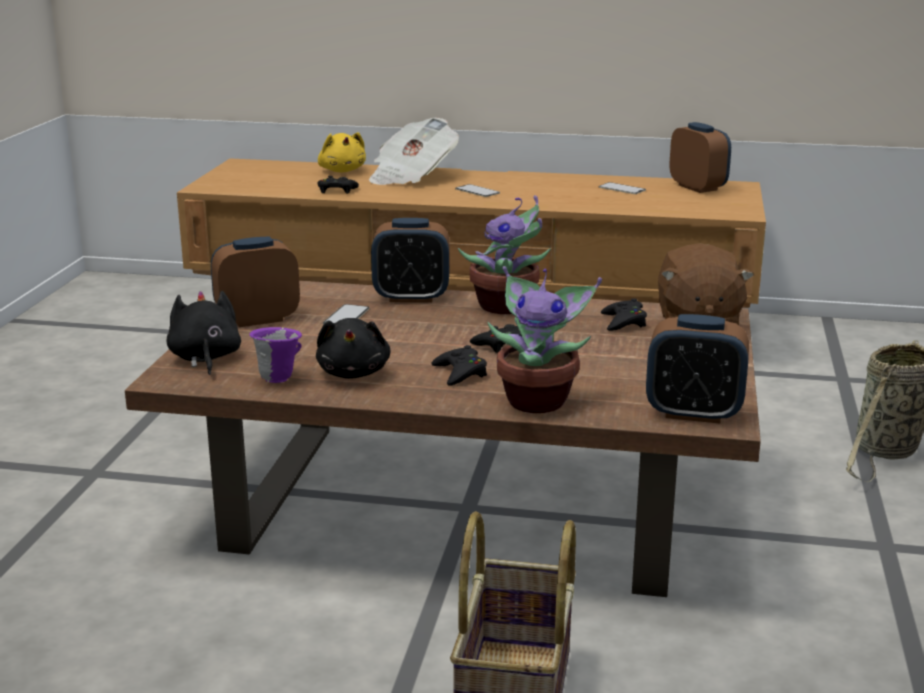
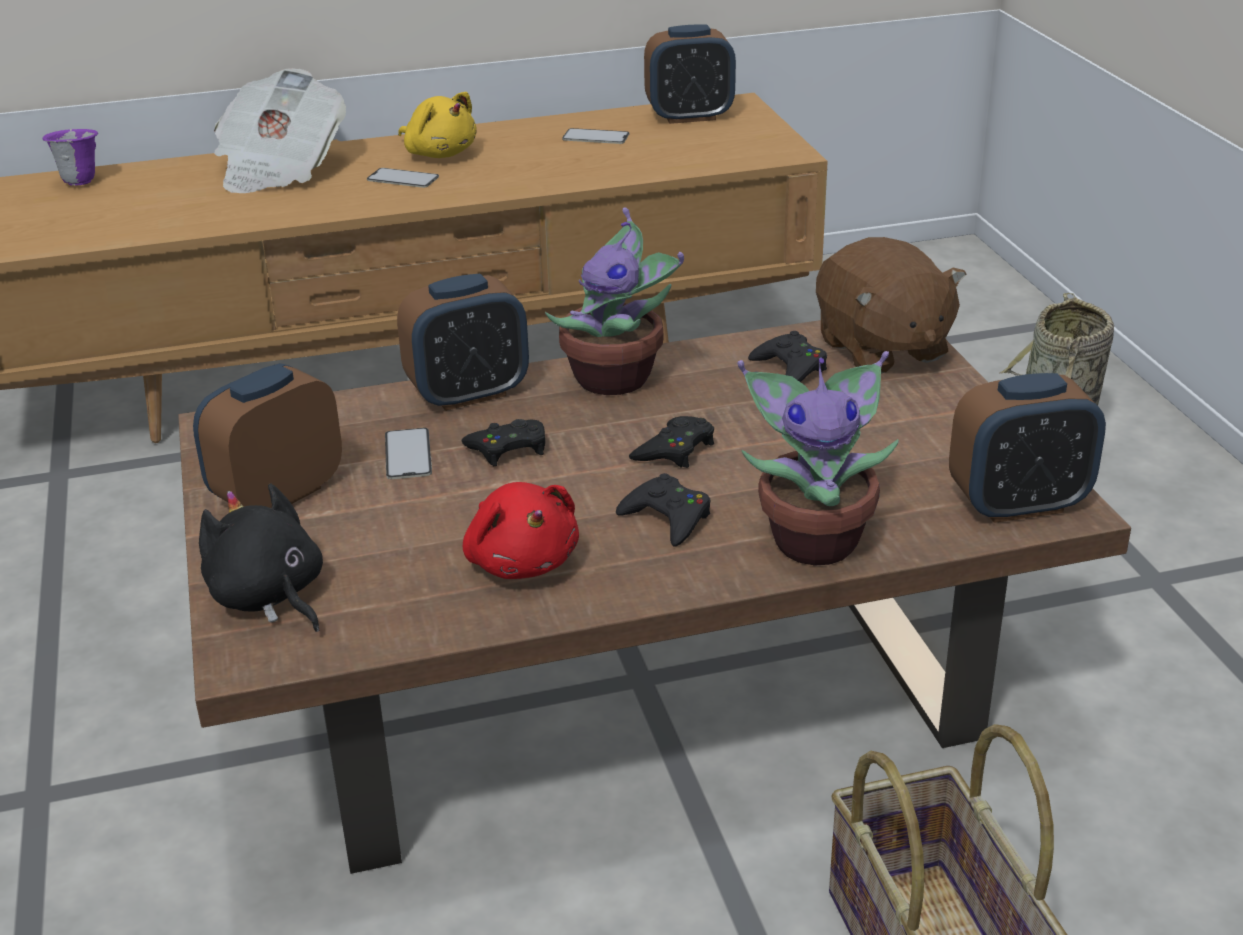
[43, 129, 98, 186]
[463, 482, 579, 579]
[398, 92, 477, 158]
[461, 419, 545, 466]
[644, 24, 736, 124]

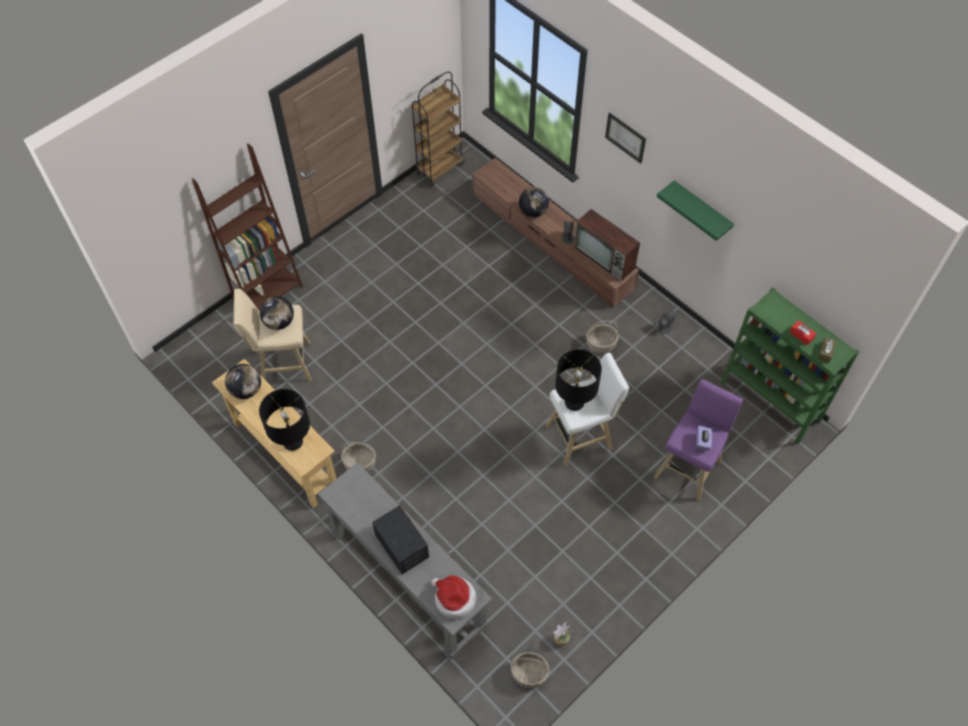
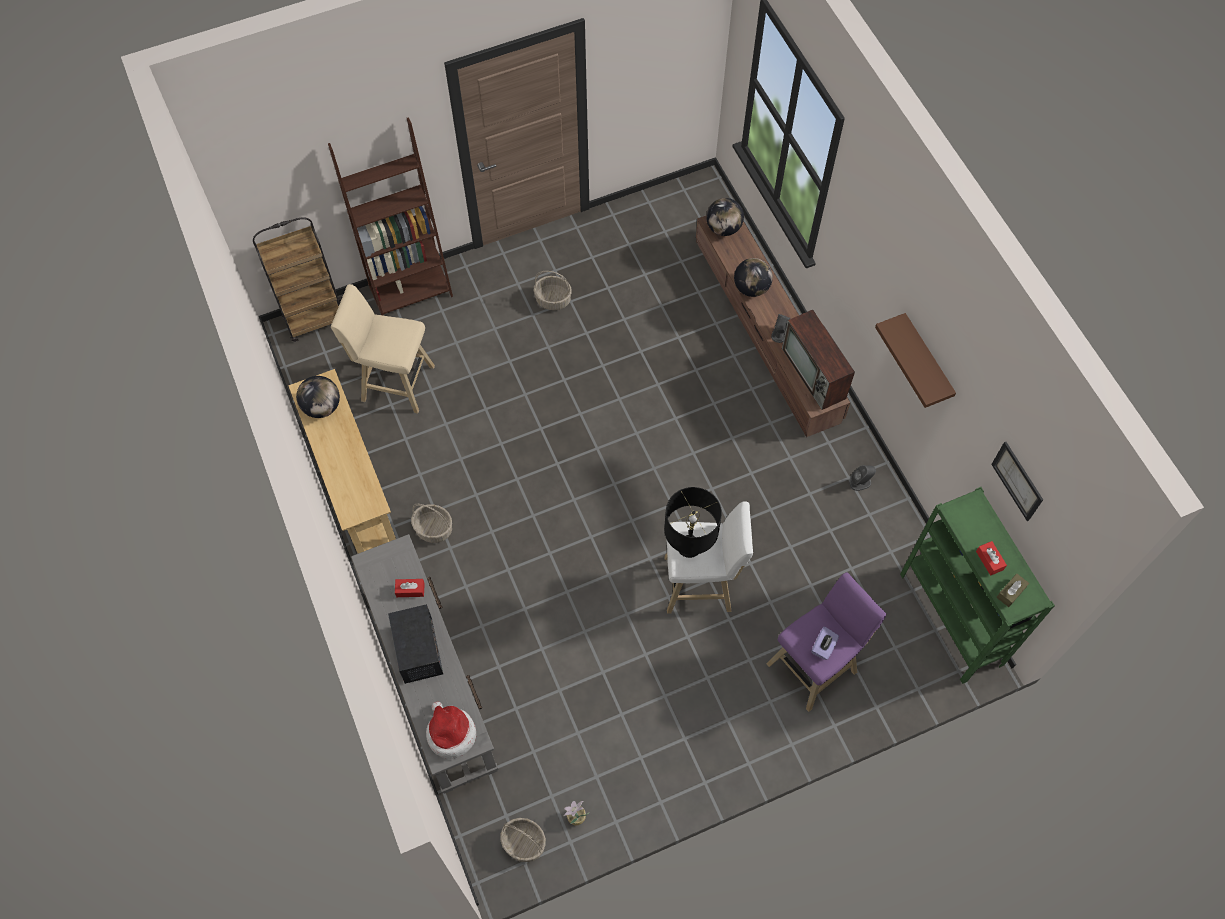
[259, 389, 310, 451] (first image)
[706, 198, 744, 236]
[253, 217, 342, 342]
[534, 271, 572, 310]
[991, 442, 1043, 521]
[875, 313, 956, 408]
[395, 579, 425, 597]

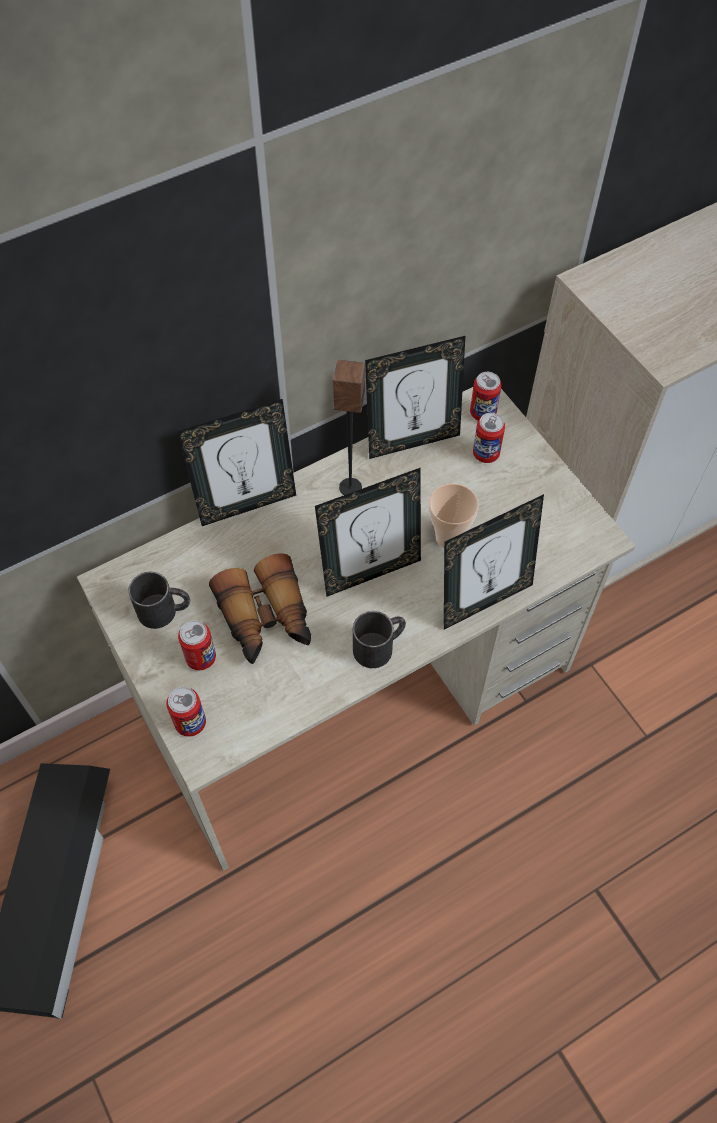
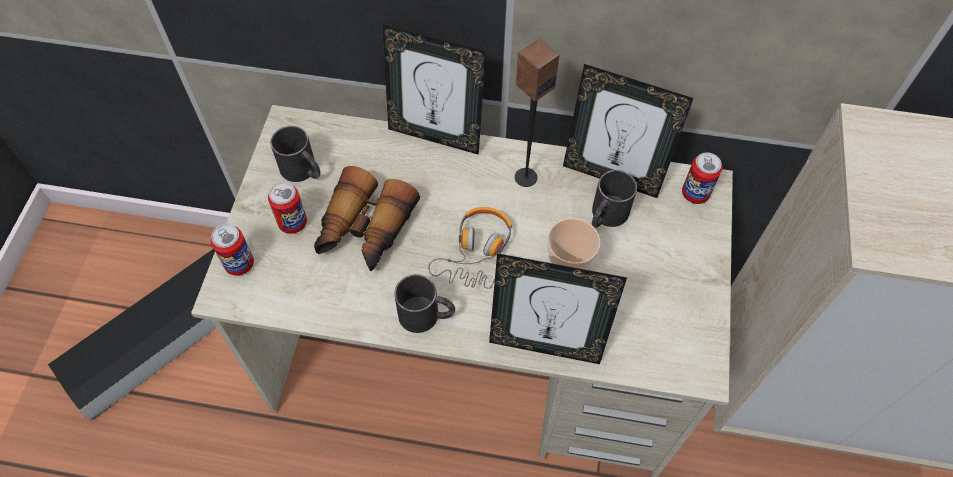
[429, 207, 512, 289]
[473, 413, 505, 463] (first image)
[592, 170, 637, 228]

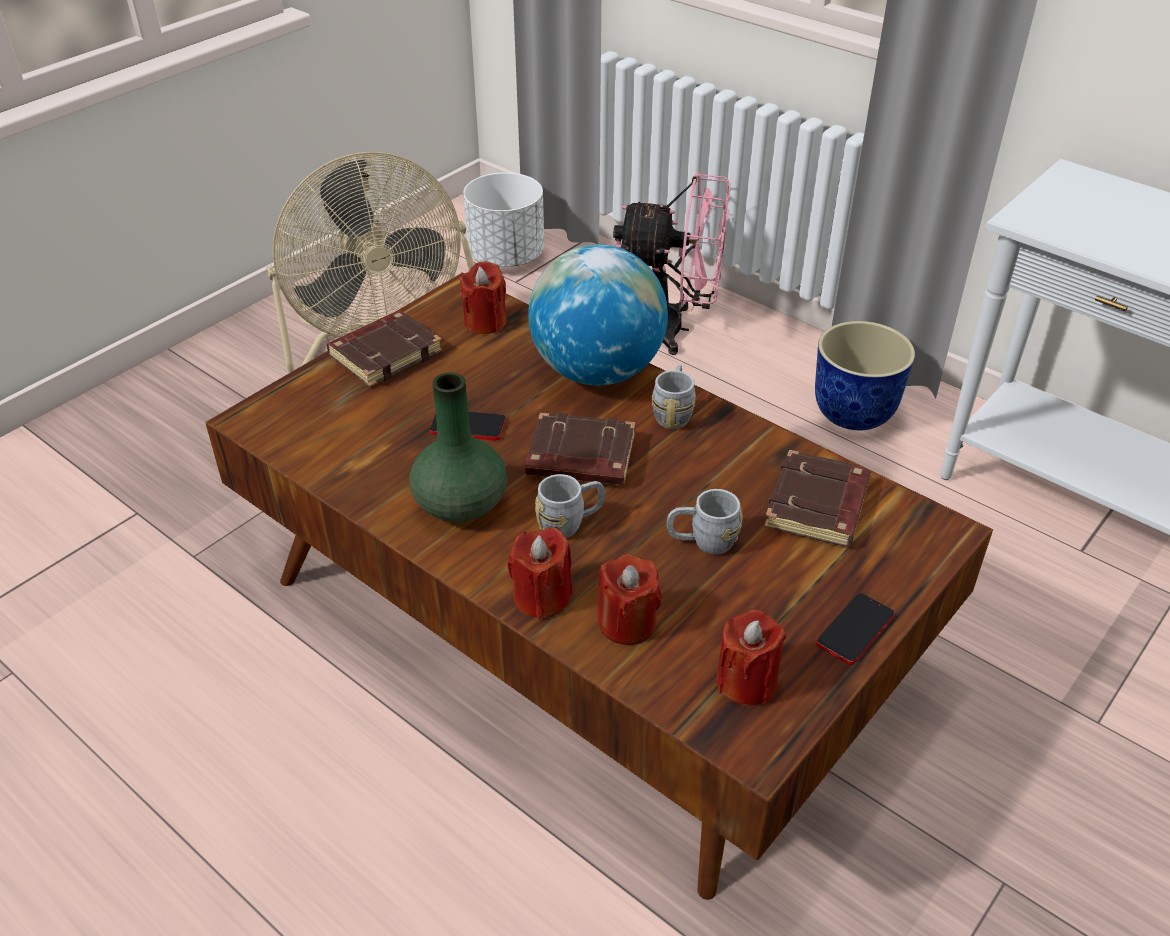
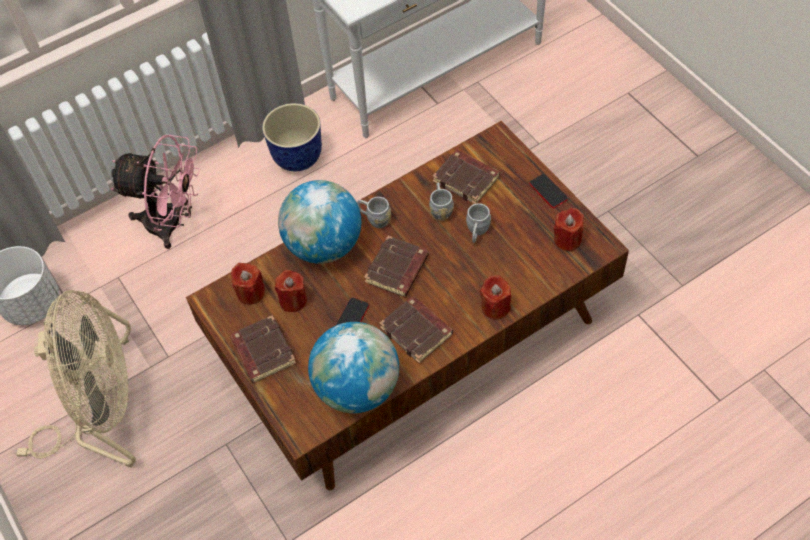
[379, 296, 453, 363]
[429, 183, 454, 221]
[275, 270, 307, 312]
[111, 134, 201, 249]
[308, 322, 399, 413]

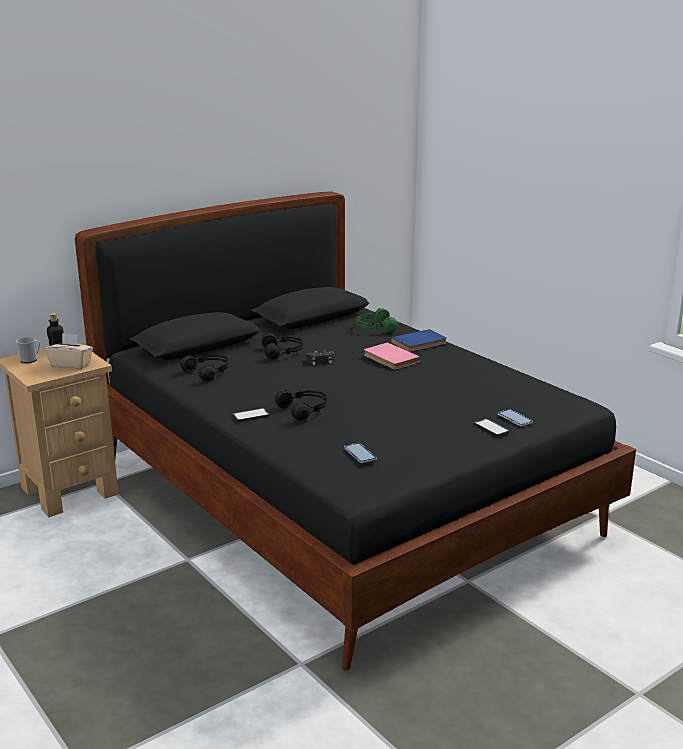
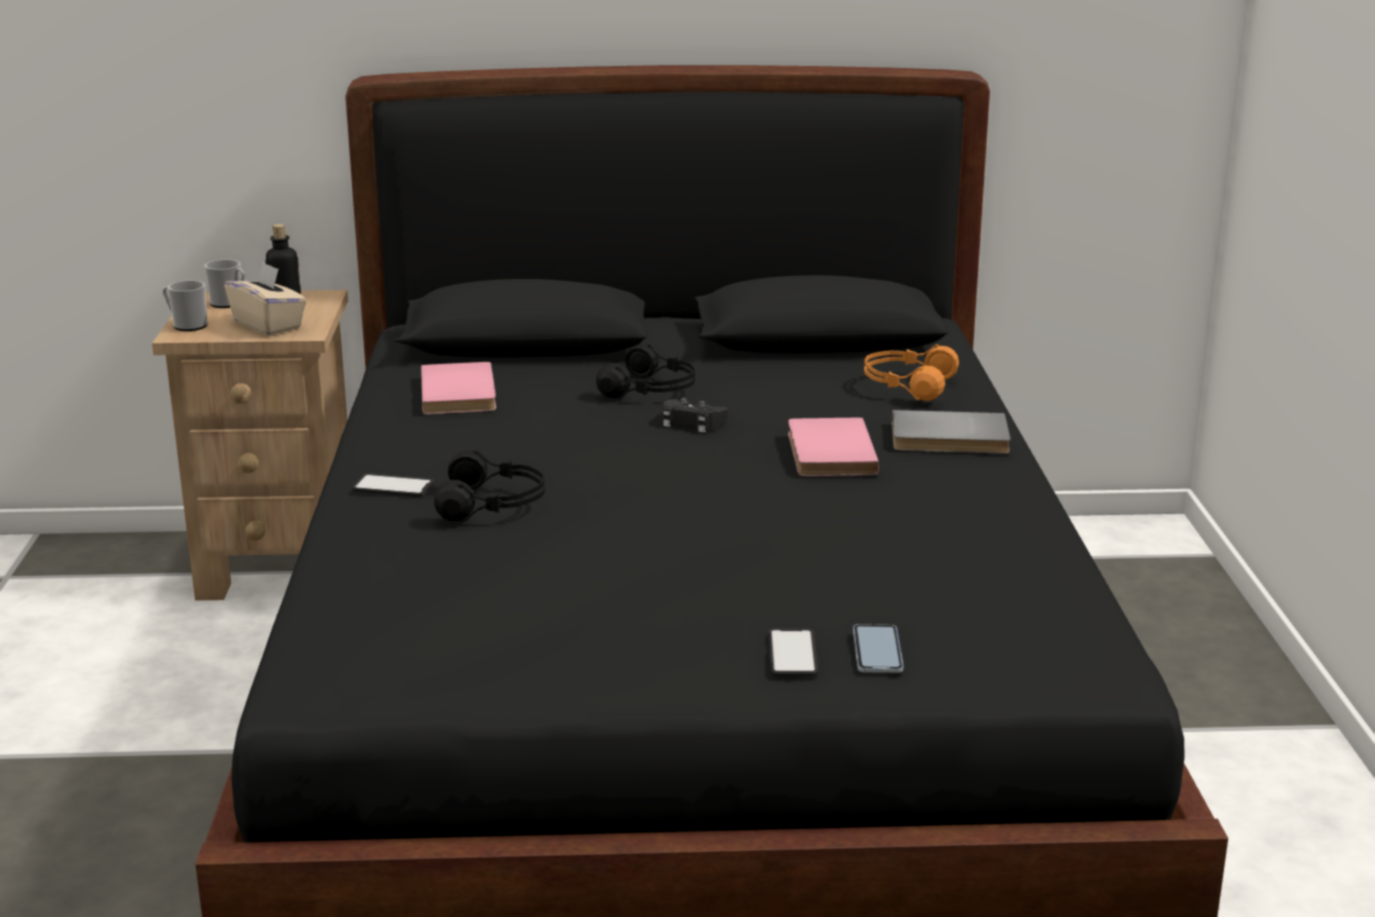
[421, 362, 496, 414]
[344, 443, 377, 463] (first image)
[864, 344, 959, 401]
[892, 410, 1011, 454]
[162, 280, 208, 331]

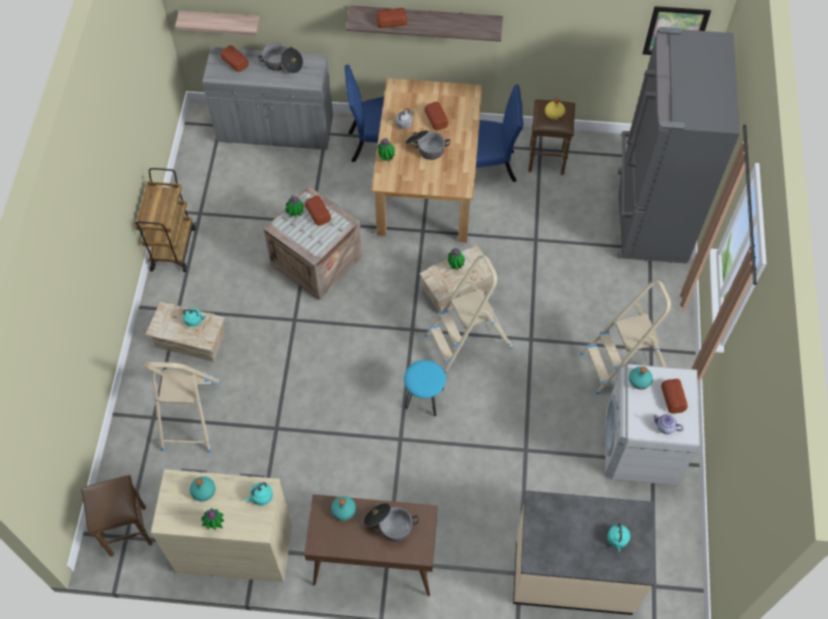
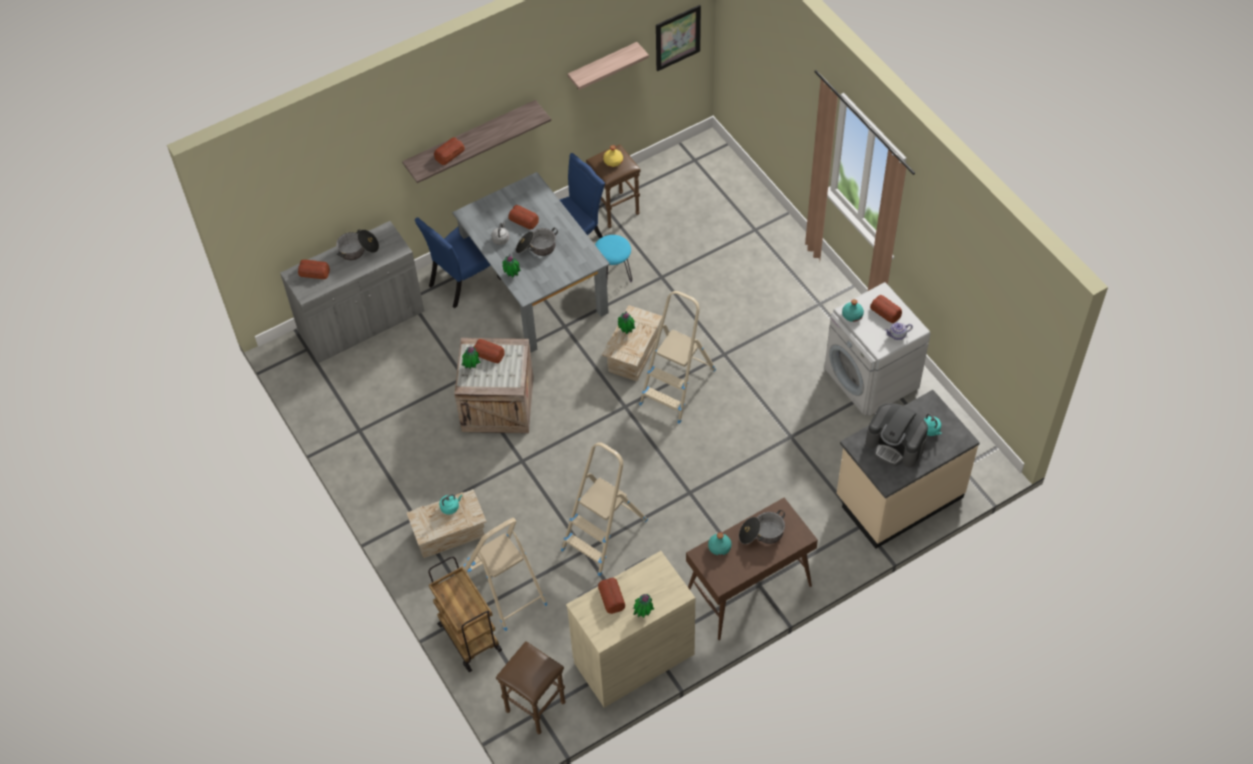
[428, 557, 502, 672]
[568, 42, 649, 90]
[598, 578, 625, 614]
[244, 482, 273, 506] (first image)
[452, 172, 610, 353]
[595, 235, 632, 290]
[561, 442, 648, 576]
[617, 27, 740, 264] (first image)
[866, 403, 928, 468]

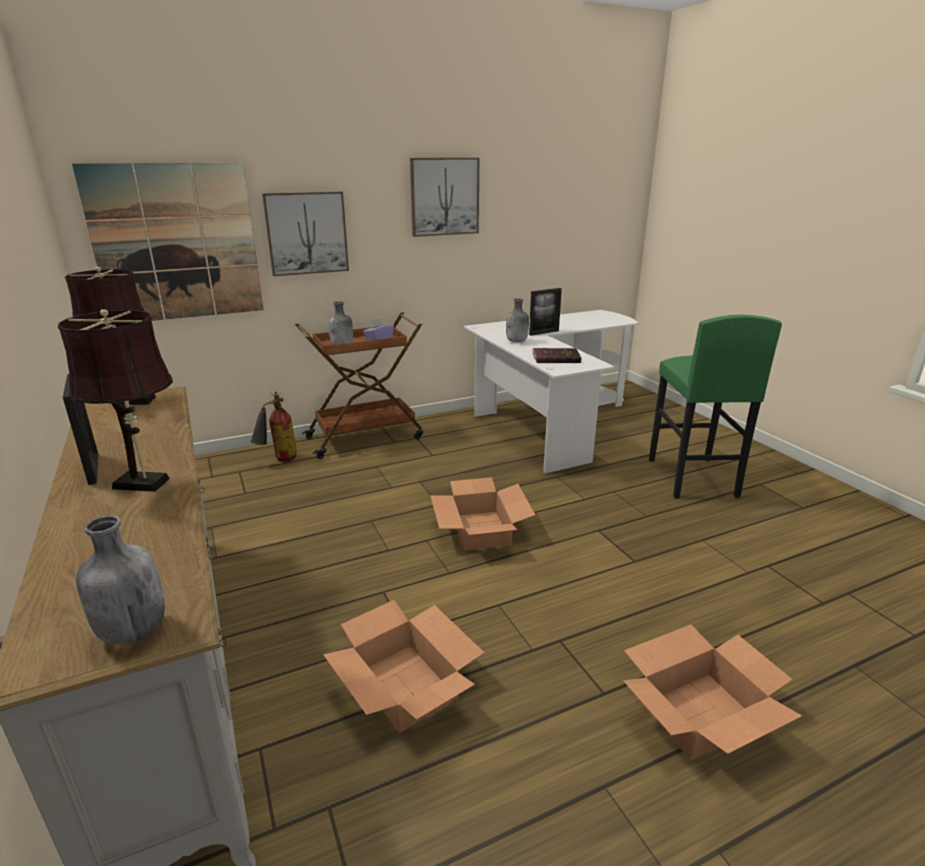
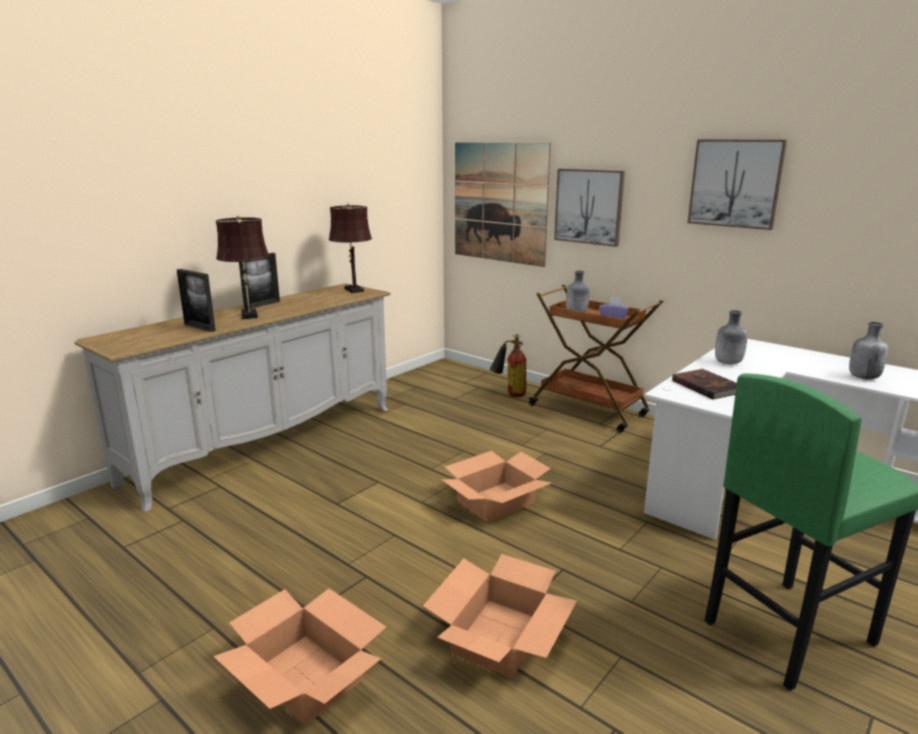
[849, 322, 888, 380]
[423, 554, 577, 678]
[176, 269, 216, 332]

